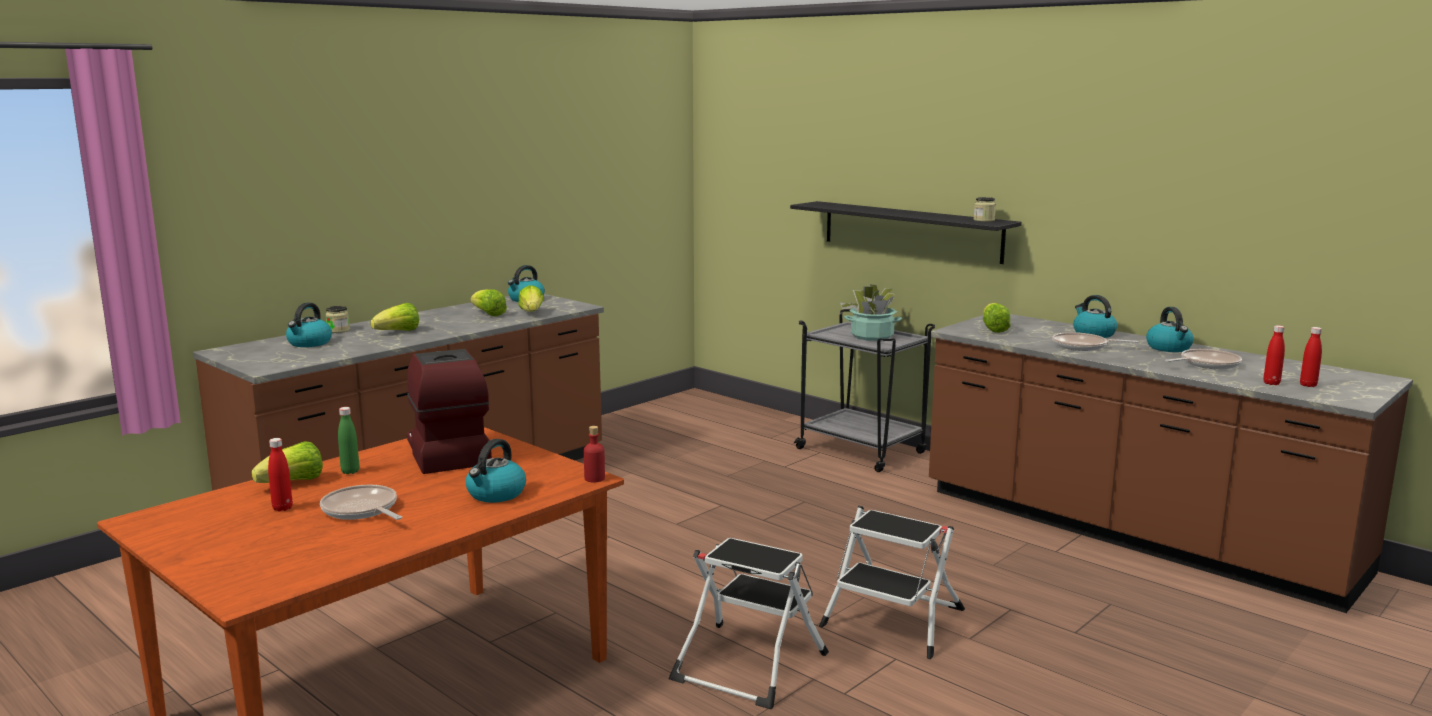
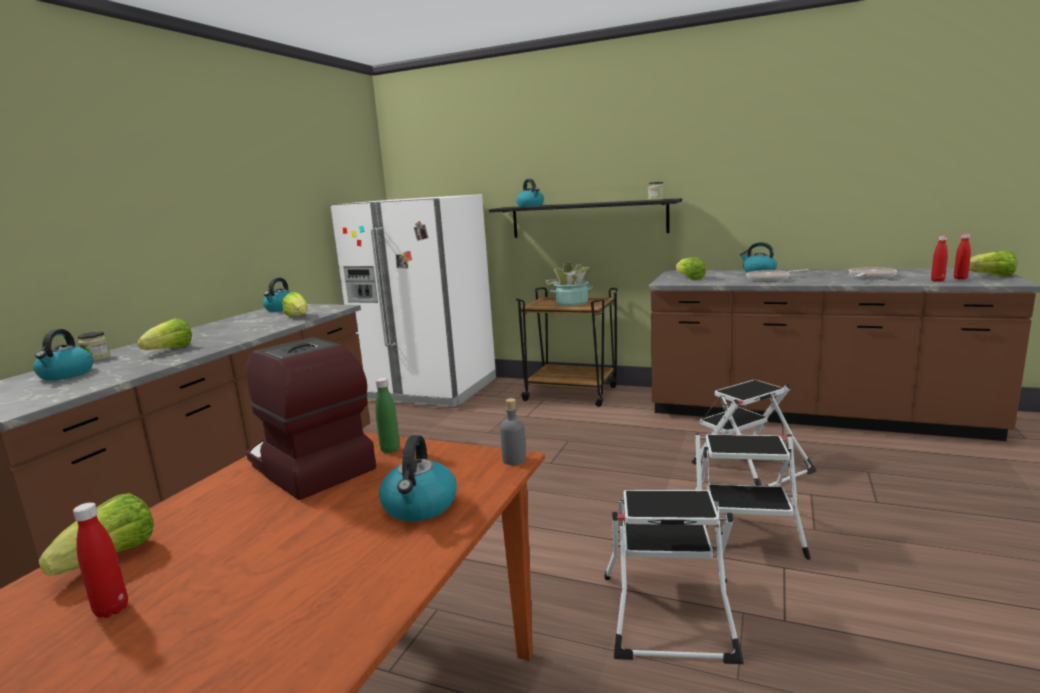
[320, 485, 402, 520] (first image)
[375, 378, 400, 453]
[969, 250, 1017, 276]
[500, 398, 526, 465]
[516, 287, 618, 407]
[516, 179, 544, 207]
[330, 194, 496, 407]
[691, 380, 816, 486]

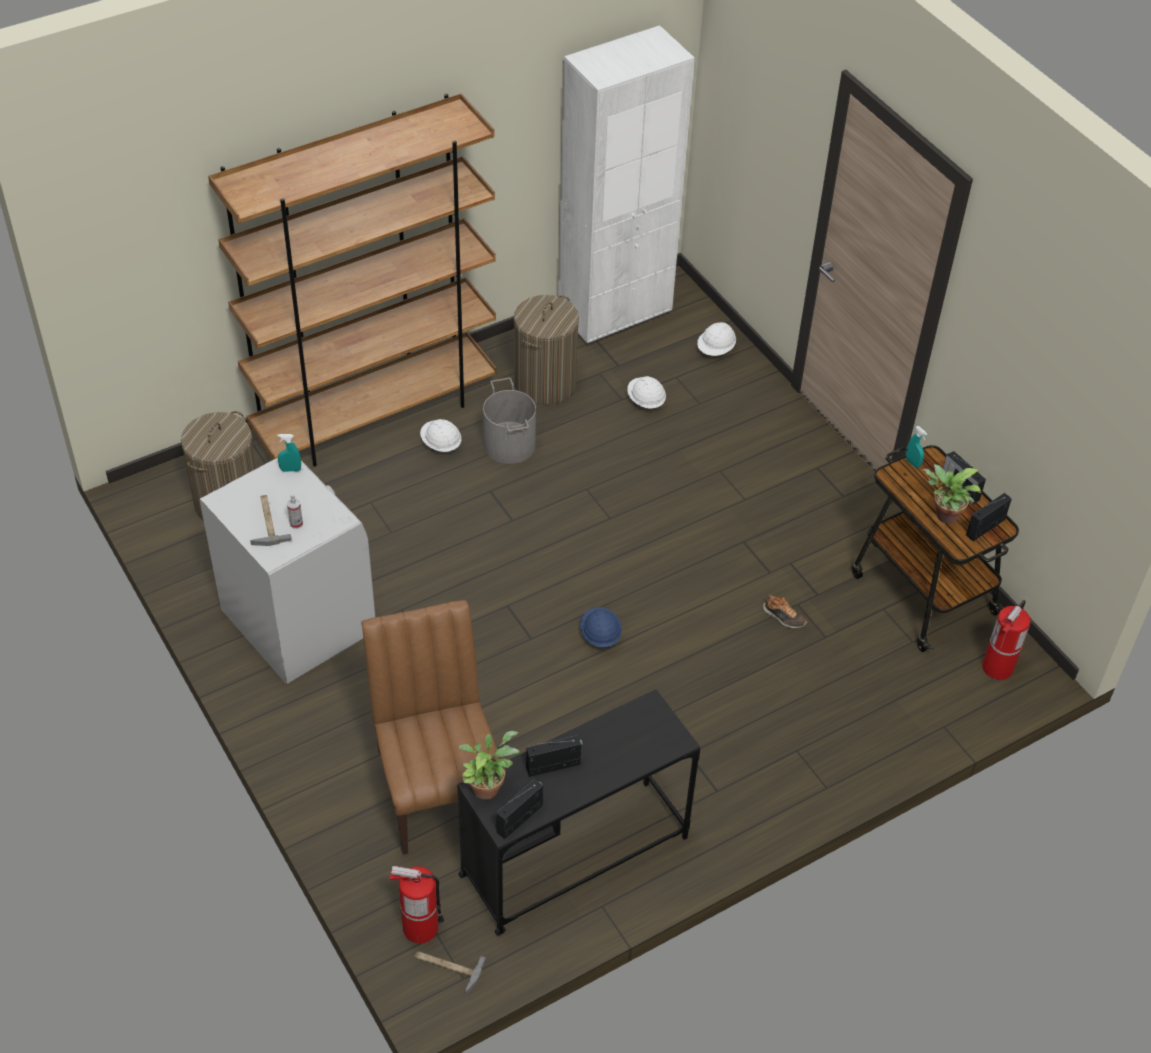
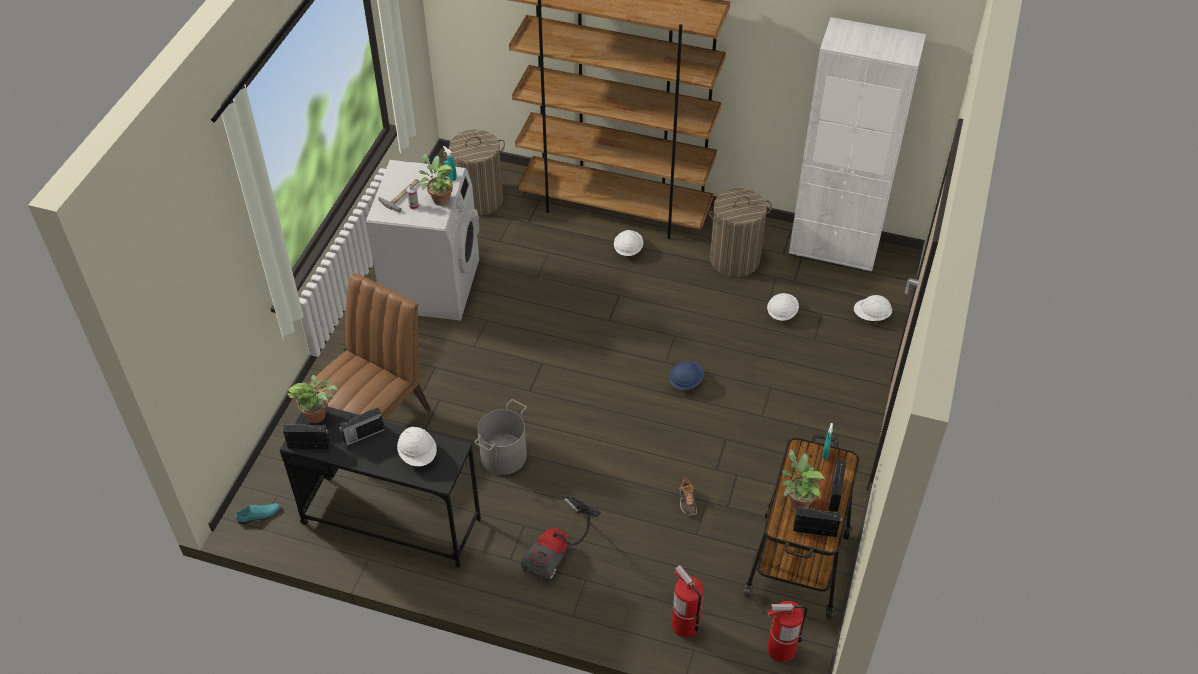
[672, 565, 704, 638]
[235, 503, 281, 524]
[475, 399, 527, 475]
[339, 408, 385, 446]
[669, 361, 704, 390]
[397, 427, 437, 466]
[419, 154, 455, 206]
[521, 495, 601, 583]

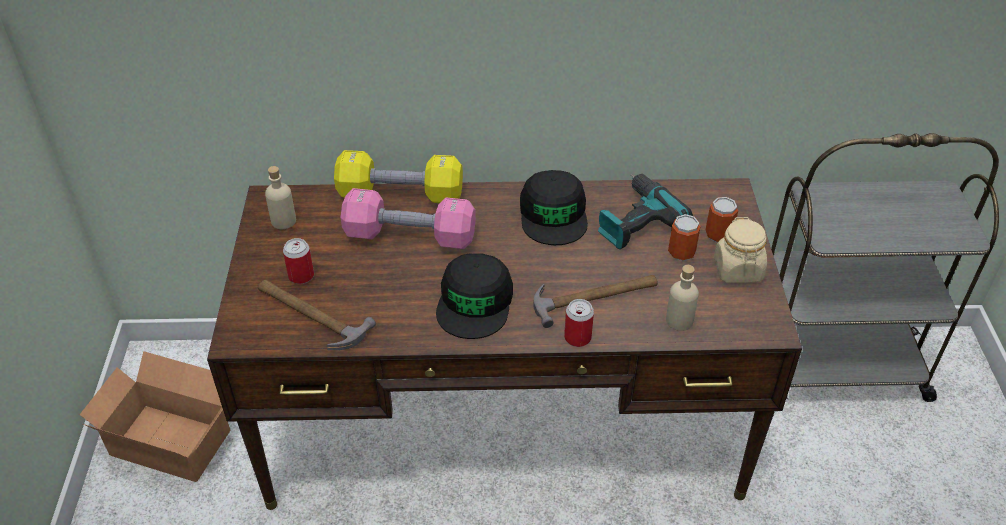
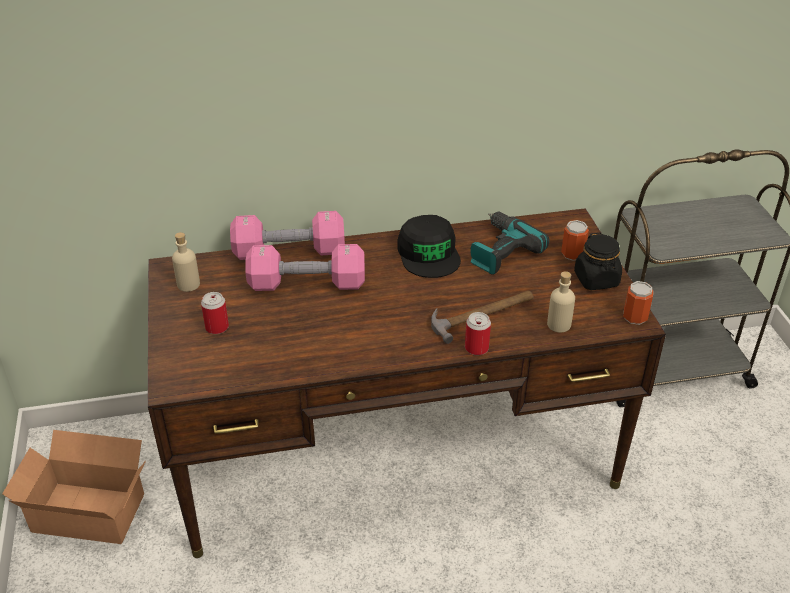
[258, 280, 376, 350] (first image)
[230, 211, 345, 260]
[436, 253, 513, 339] (first image)
[623, 281, 653, 325]
[574, 233, 622, 290]

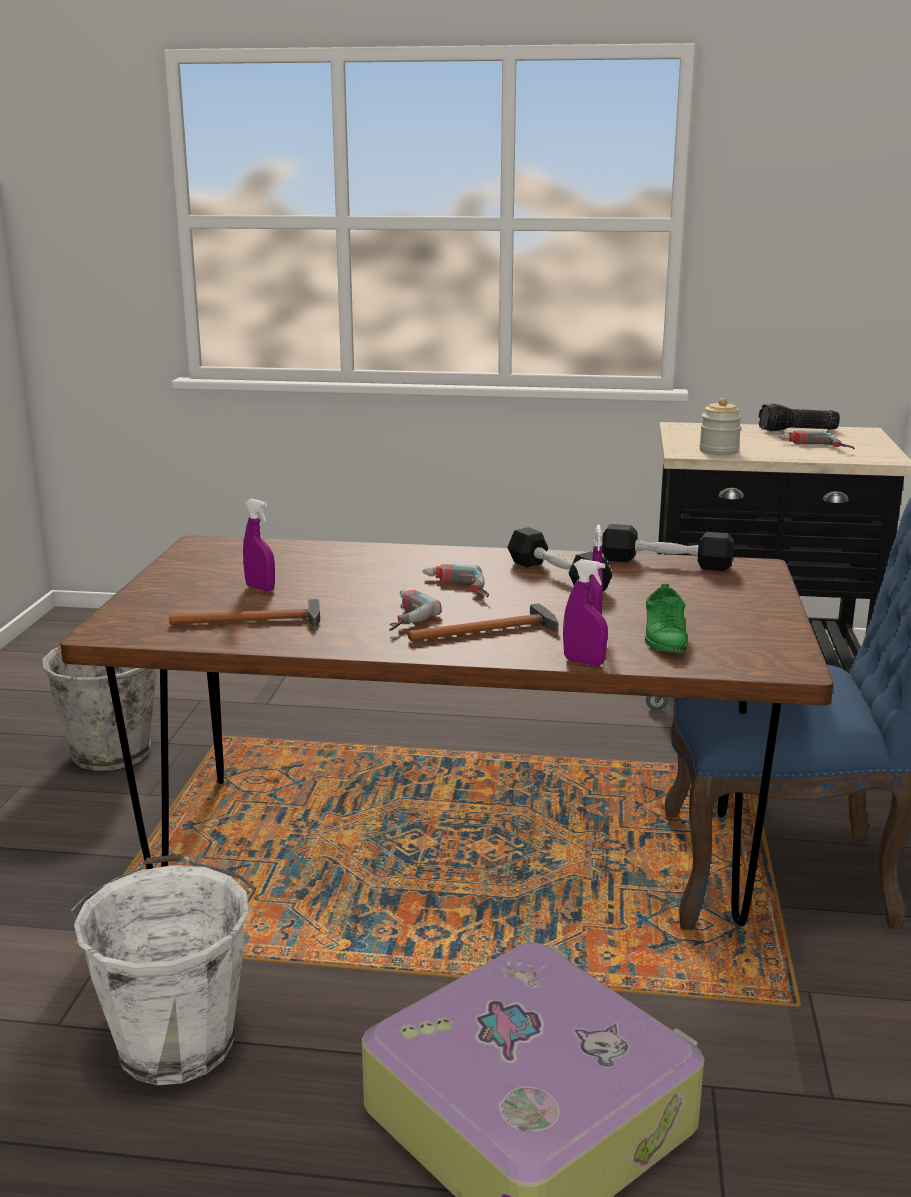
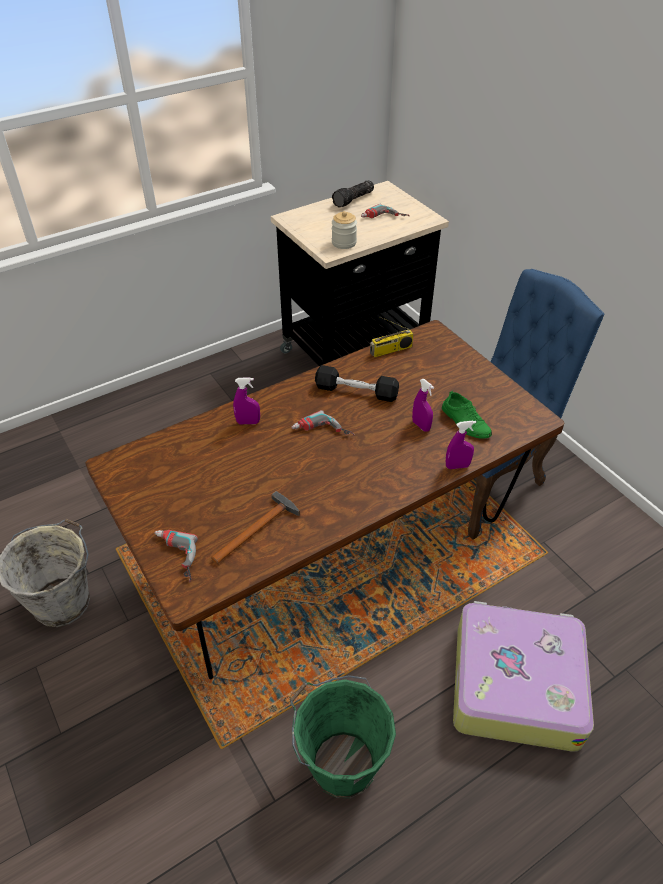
[290, 675, 396, 798]
[233, 377, 260, 424]
[154, 530, 198, 582]
[407, 603, 559, 642] (first image)
[370, 317, 414, 357]

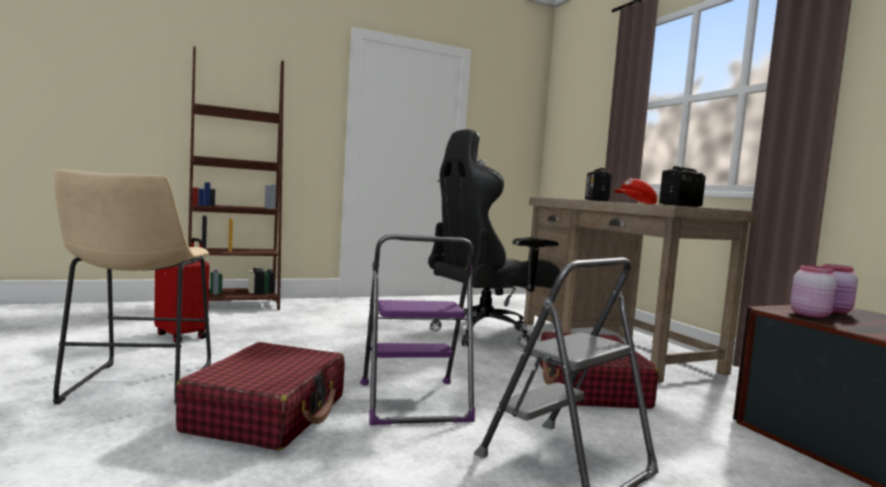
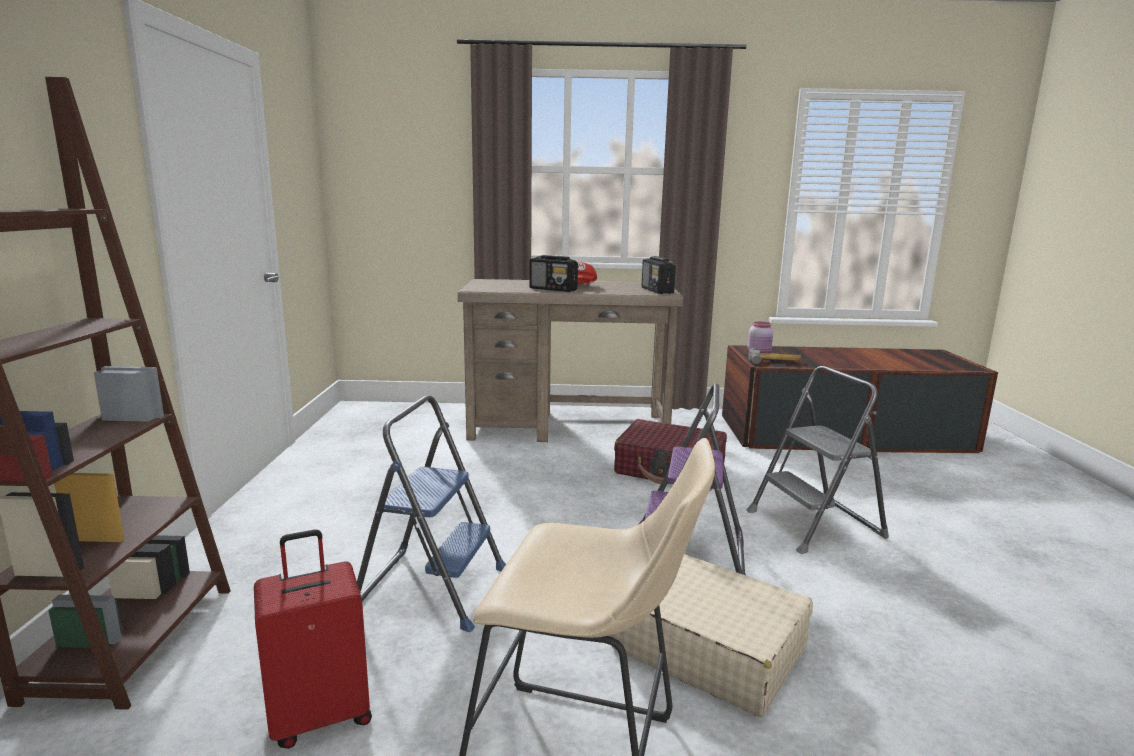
[611, 554, 813, 717]
[428, 129, 560, 347] (first image)
[748, 348, 801, 364]
[357, 395, 506, 632]

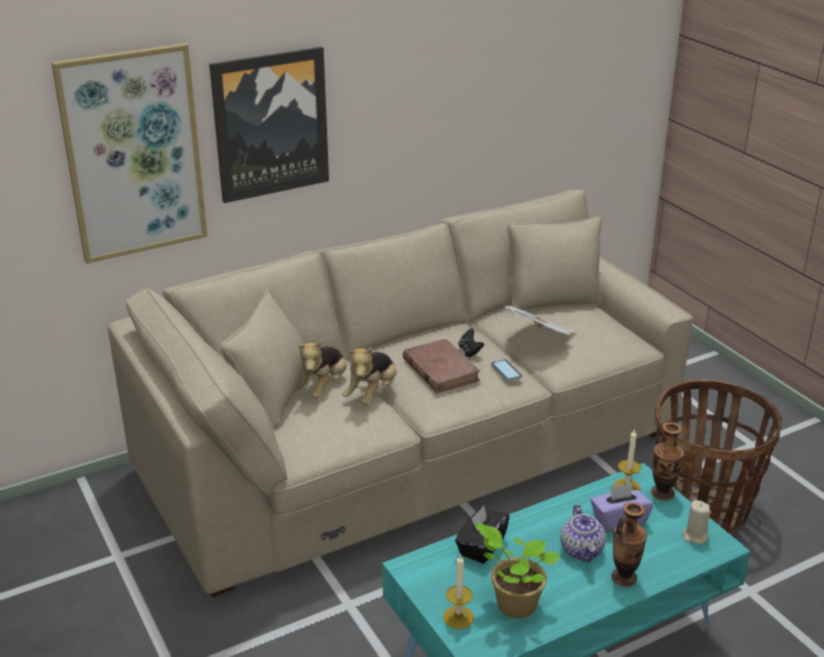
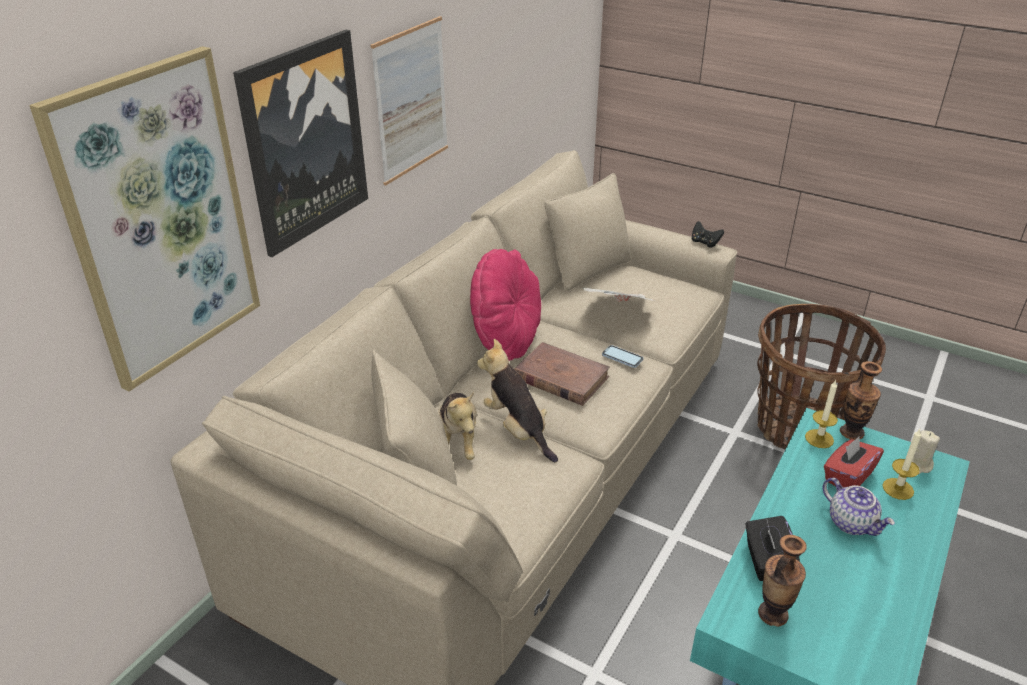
[477, 339, 558, 462]
[882, 429, 921, 500]
[691, 221, 724, 248]
[474, 523, 560, 619] (first image)
[824, 436, 884, 487]
[758, 535, 807, 627]
[370, 16, 448, 186]
[470, 249, 541, 361]

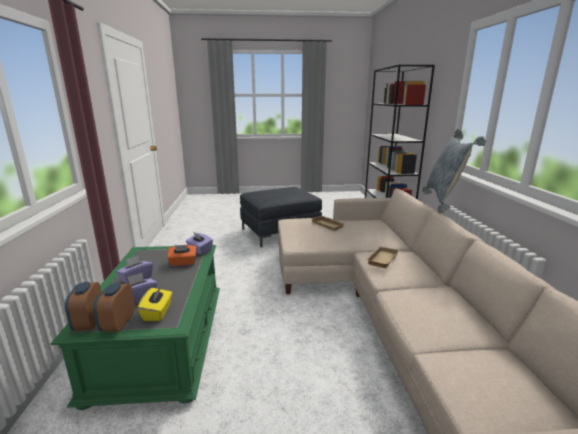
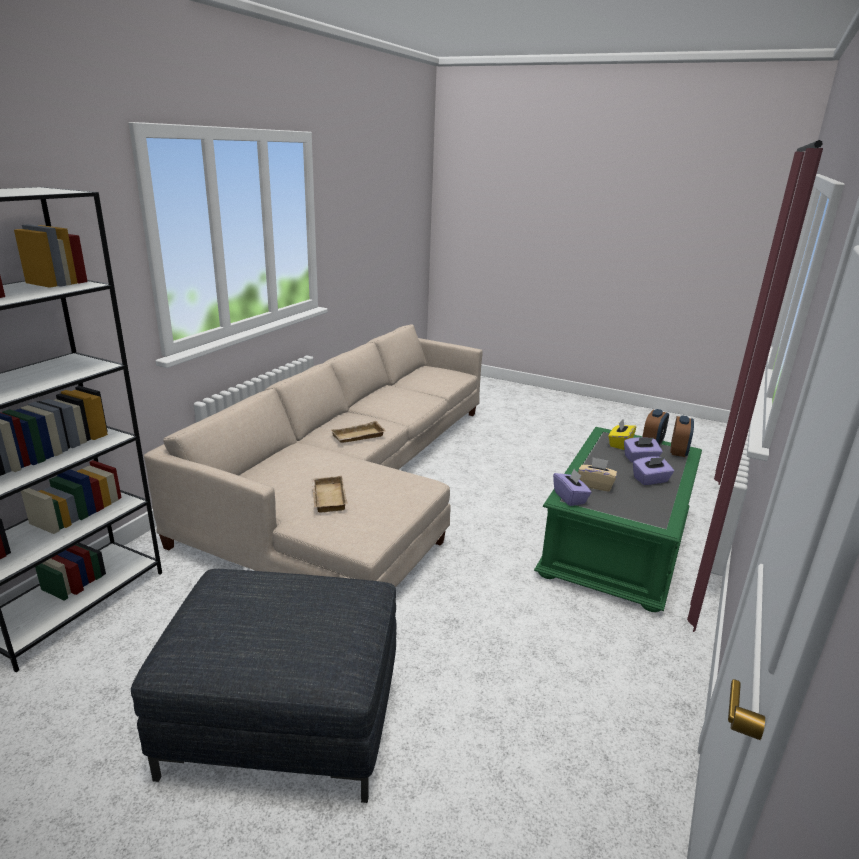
[578, 457, 617, 492]
[422, 129, 487, 214] (first image)

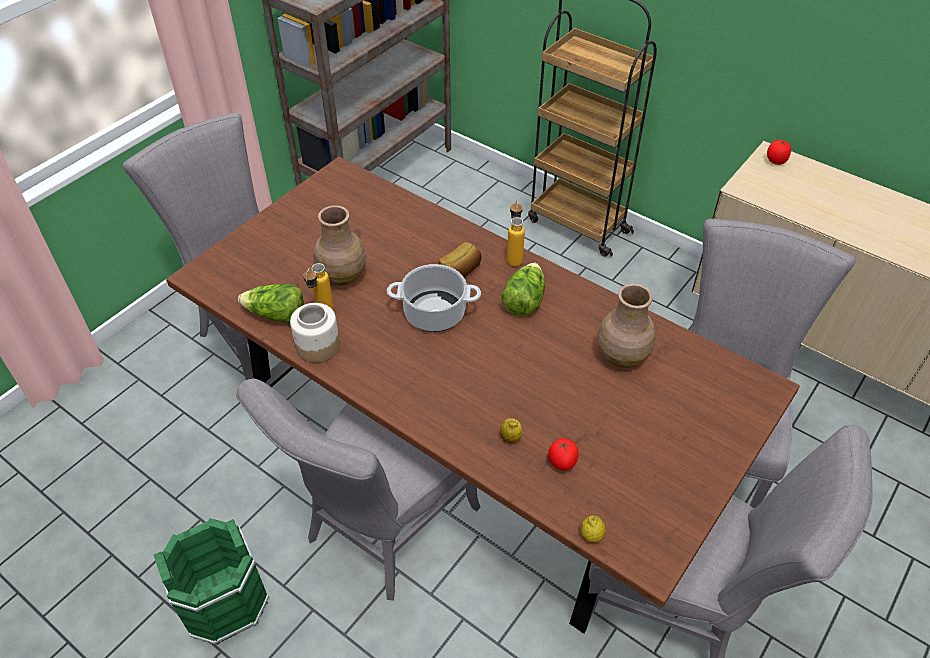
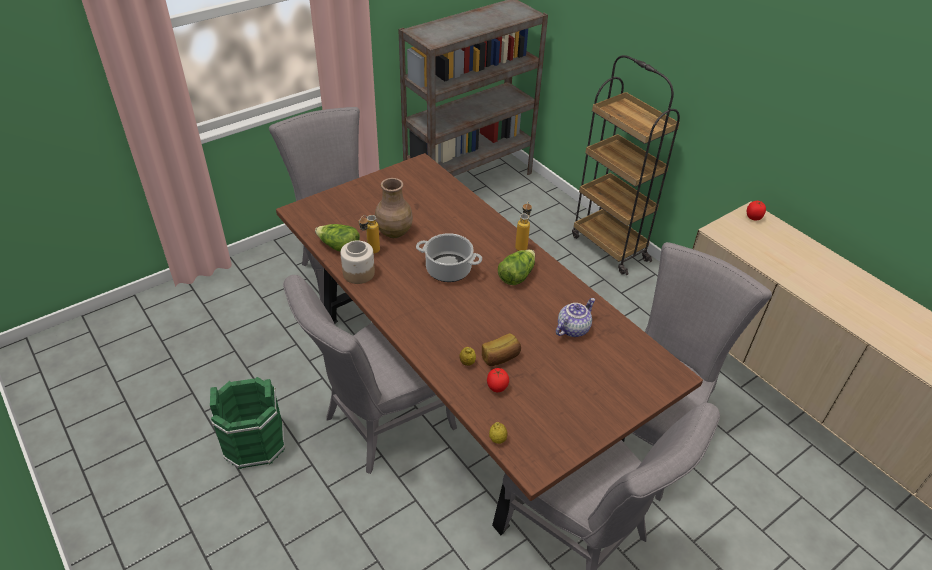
[482, 333, 521, 366]
[556, 298, 595, 337]

